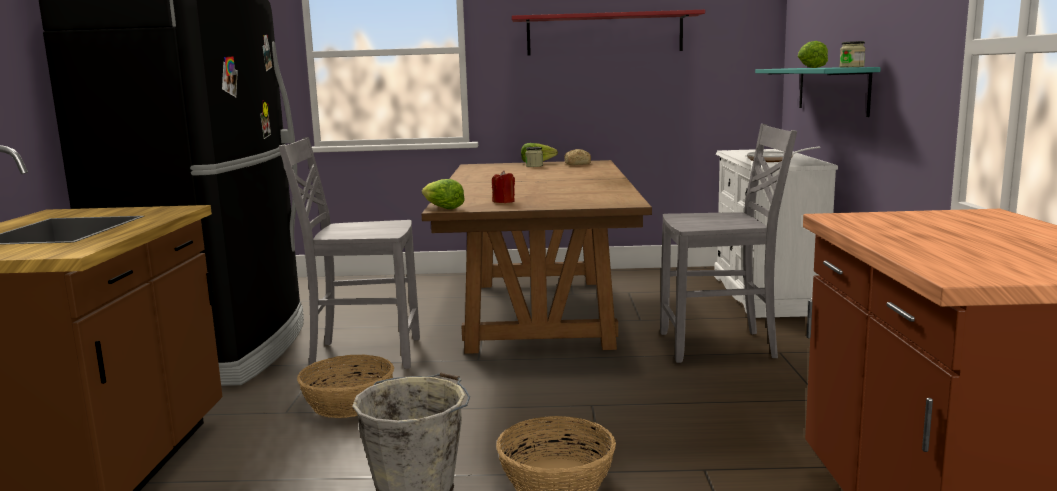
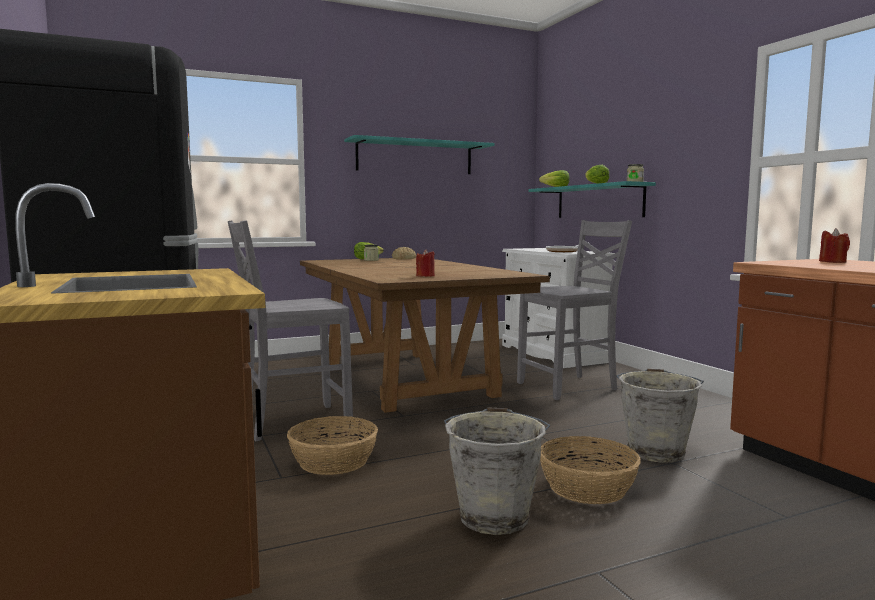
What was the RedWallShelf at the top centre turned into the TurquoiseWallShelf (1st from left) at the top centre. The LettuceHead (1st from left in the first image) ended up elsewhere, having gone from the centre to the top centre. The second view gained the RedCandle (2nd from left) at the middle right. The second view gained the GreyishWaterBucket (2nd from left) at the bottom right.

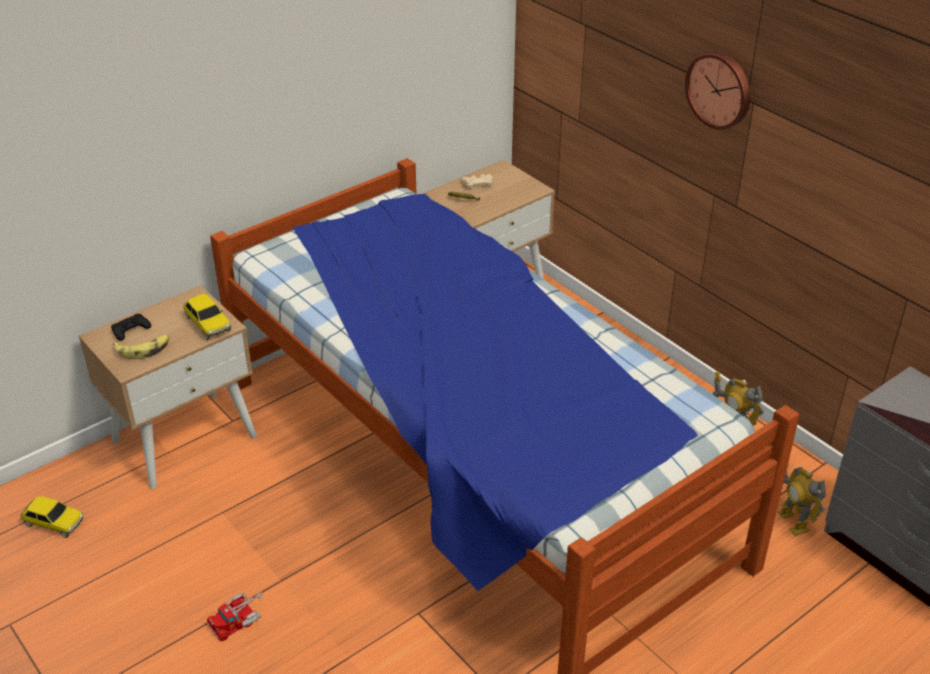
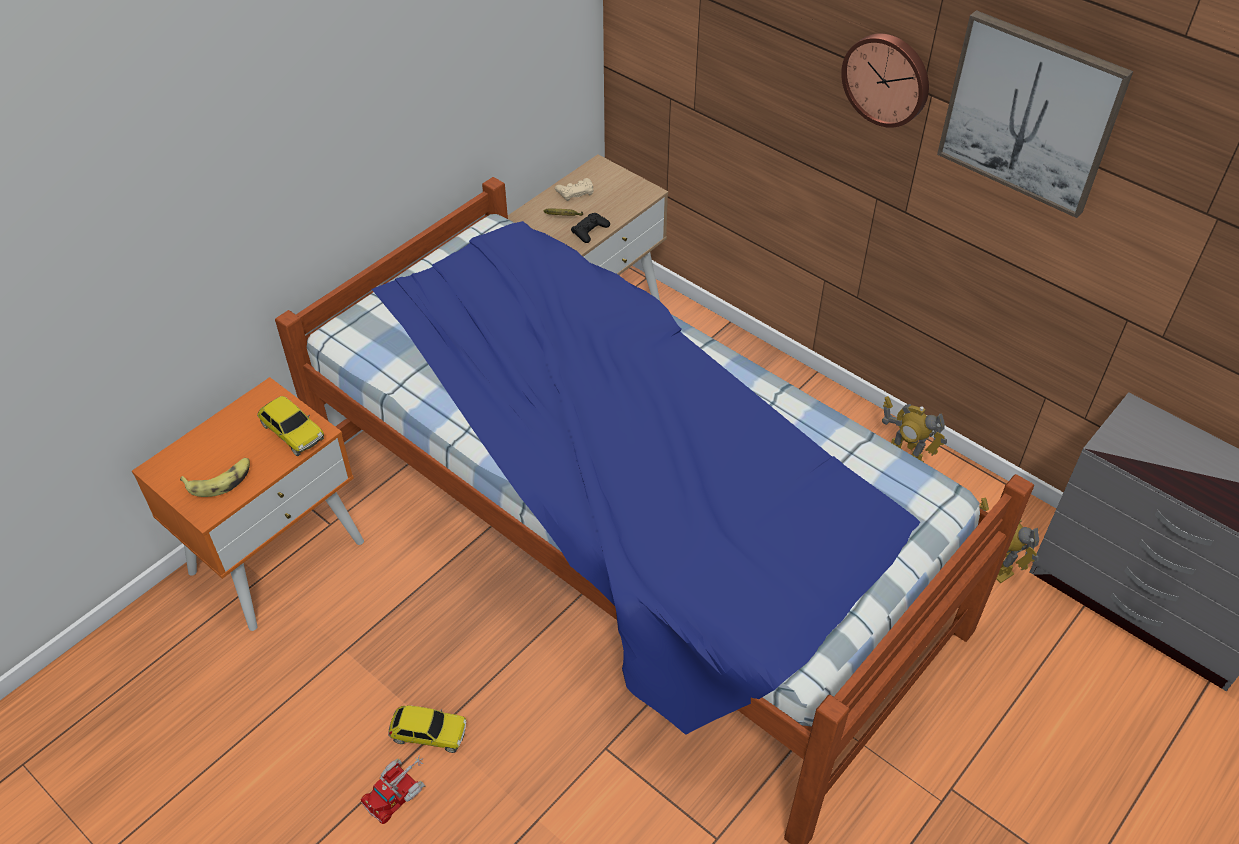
What was the BeigeColouredNightTable (1st from left) at the middle left turned into the OrangeNightTable at the middle left. The BlackGameController ended up elsewhere, having gone from the middle left to the top centre. The ToyCar (1st from left in the first image) ended up elsewhere, having gone from the bottom left to the bottom centre. The second view gained the WallArt at the top right.

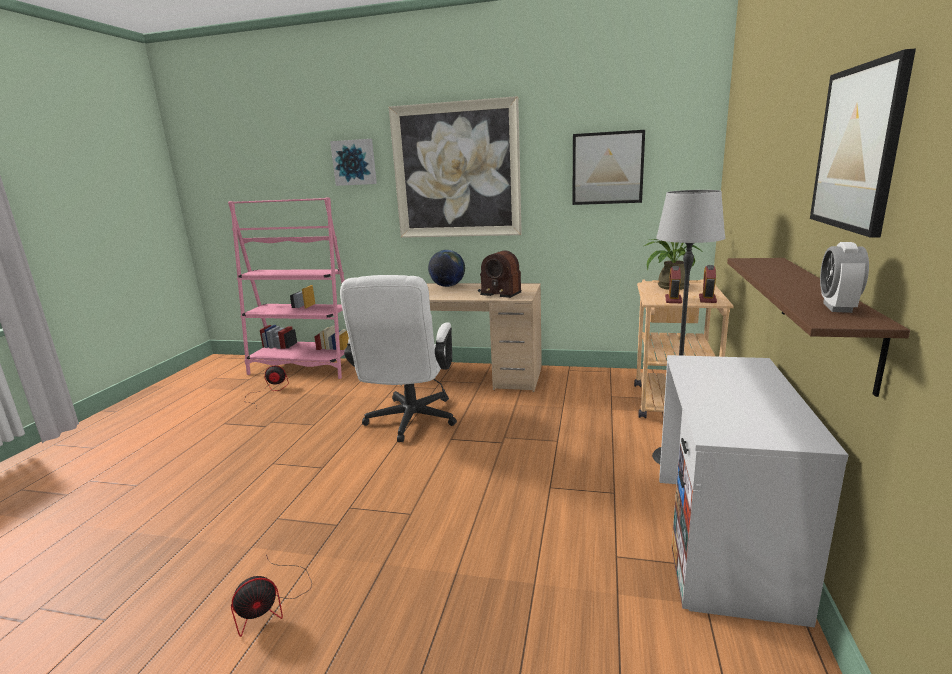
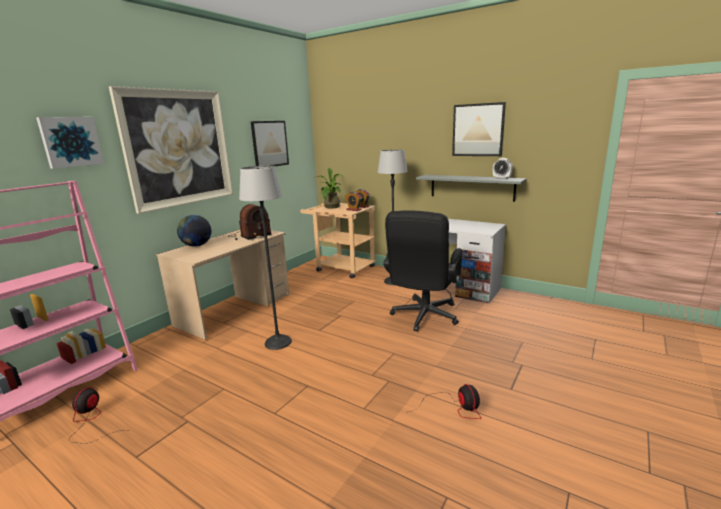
What was the BrownColouredWallShelf at the middle right turned into the GreyishWallShelf at the centre. Where the WhiteComputerChair stood at the centre, the FloorLamp (1st from left) came to stand at the centre. The second view gained the BlackComputerChair at the centre.

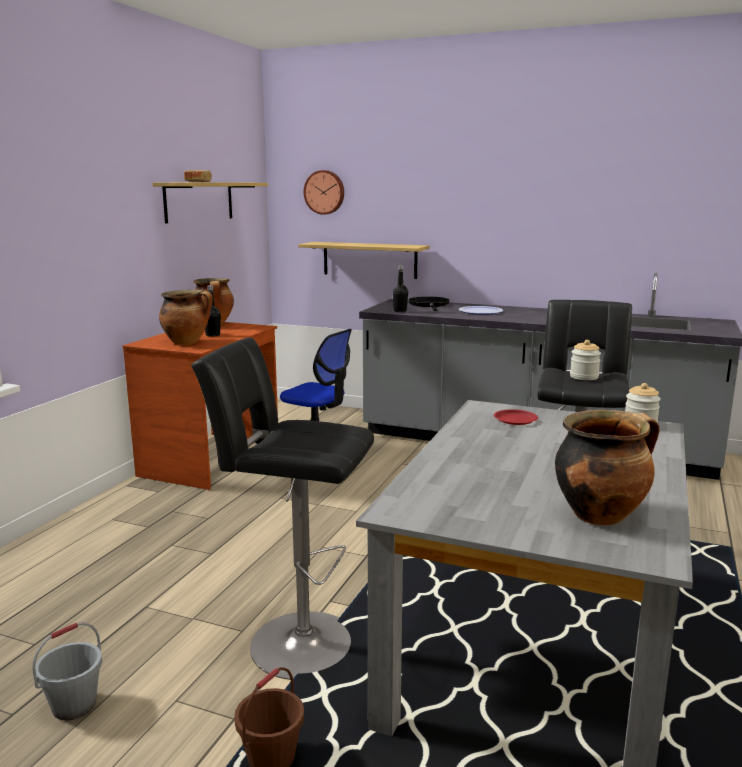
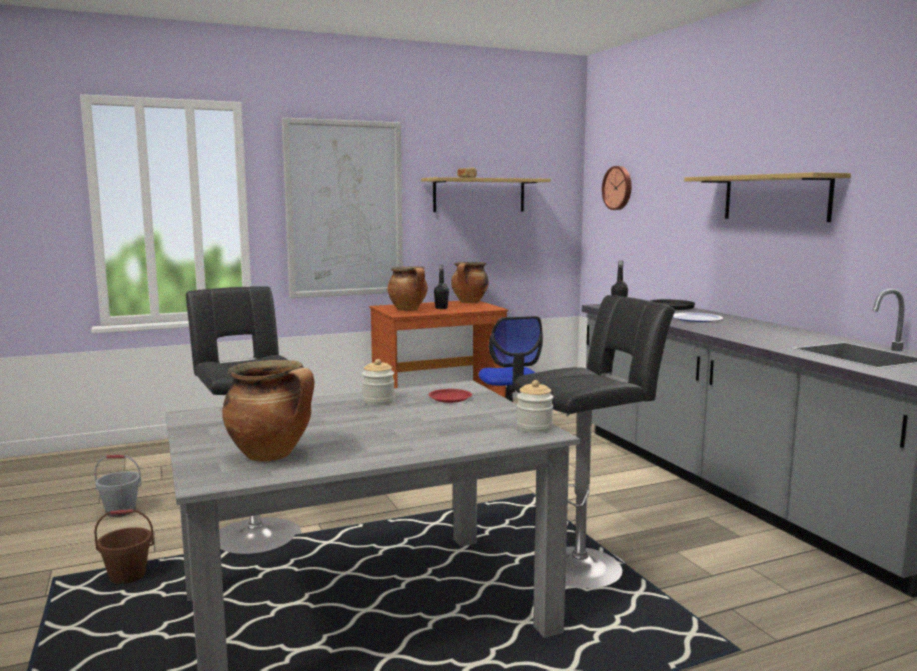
The WallShelf (2nd from left) ended up elsewhere, having gone from the centre to the top right. The StorageJar (1st from left) ended up elsewhere, having gone from the middle right to the centre. The second view gained the WallArt at the top centre.

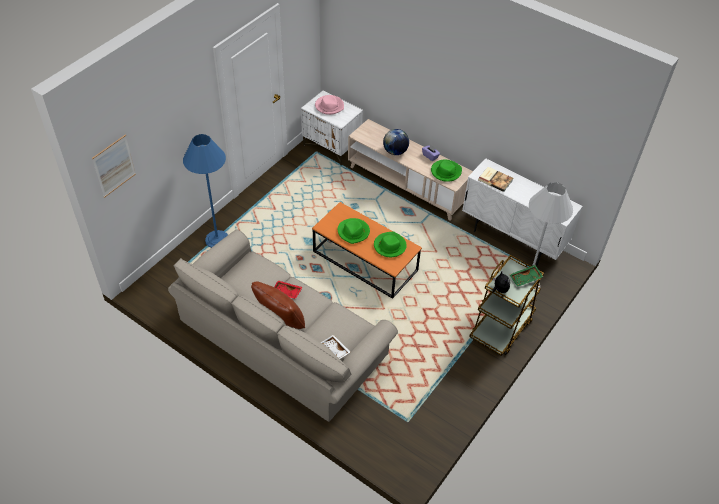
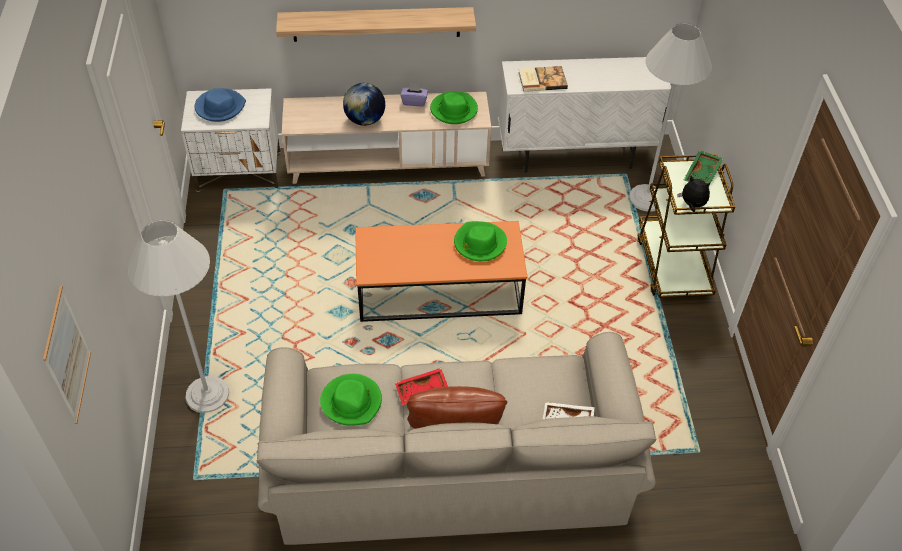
What was the PinkColouredClothingHat at the top centre turned into the BlueClothingHat at the top left. What was the BlueFloorLamp at the middle left turned into the WhiteFloorLamp (1st from left) at the middle left. The GreenColouredClothingHat (1st from left) ended up elsewhere, having gone from the centre to the bottom centre. The second view gained the WallShelf at the top centre.

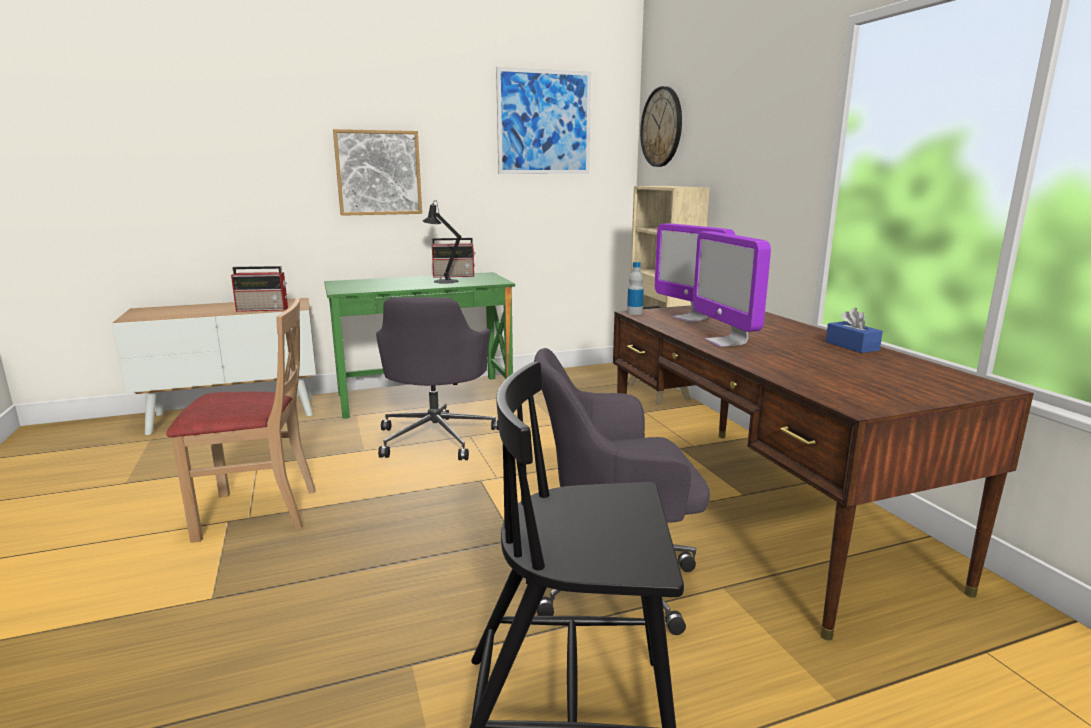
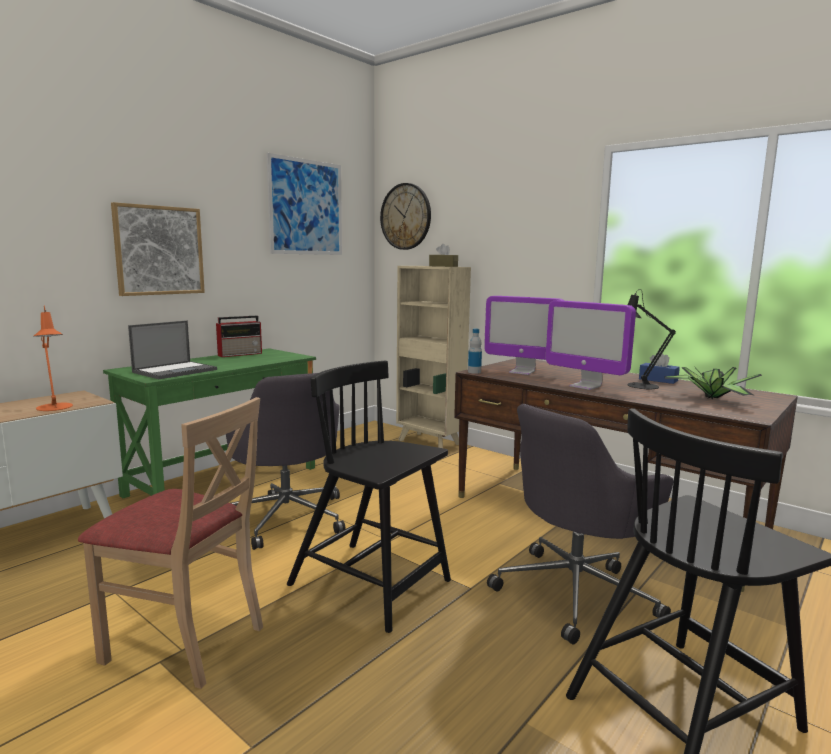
The BlackTabletopLamp ended up elsewhere, having gone from the top centre to the middle right. Where the RadioReceiver (1st from left) stood at the middle left, the OrangeTabletopLamp came to stand at the middle left. The BeigeColouredUprightChair at the middle left ended up facing another way, 60 degrees clockwise from before. The second view gained the BrownColouredBoxOfTissues at the centre. The second view gained the Laptop at the middle left. The second view gained the BlackUprightChair (1st from left) at the centre. The second view gained the PottedPlant at the middle right.

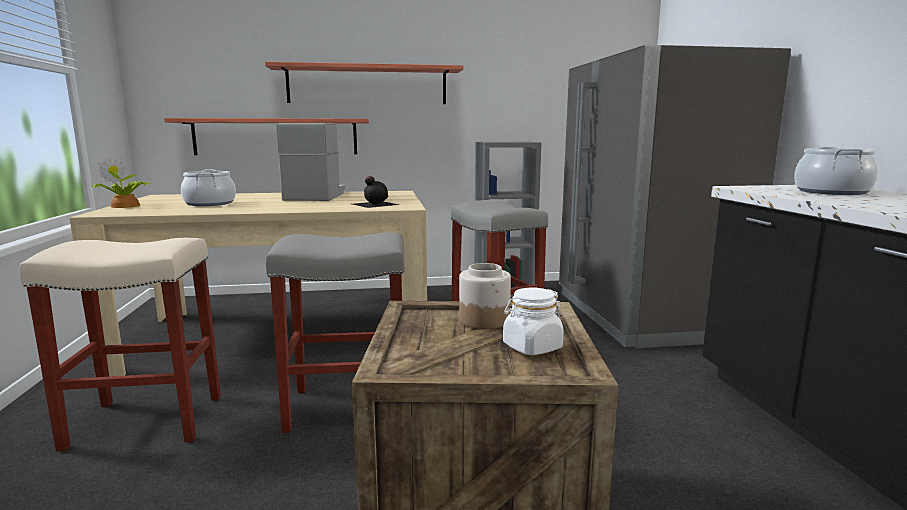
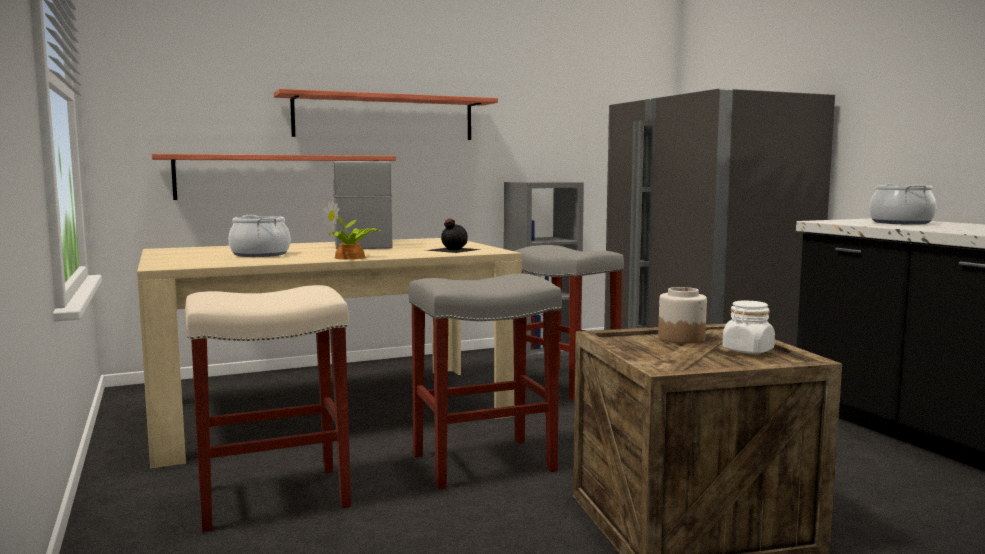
The PottedPlant ended up elsewhere, having gone from the middle left to the centre.

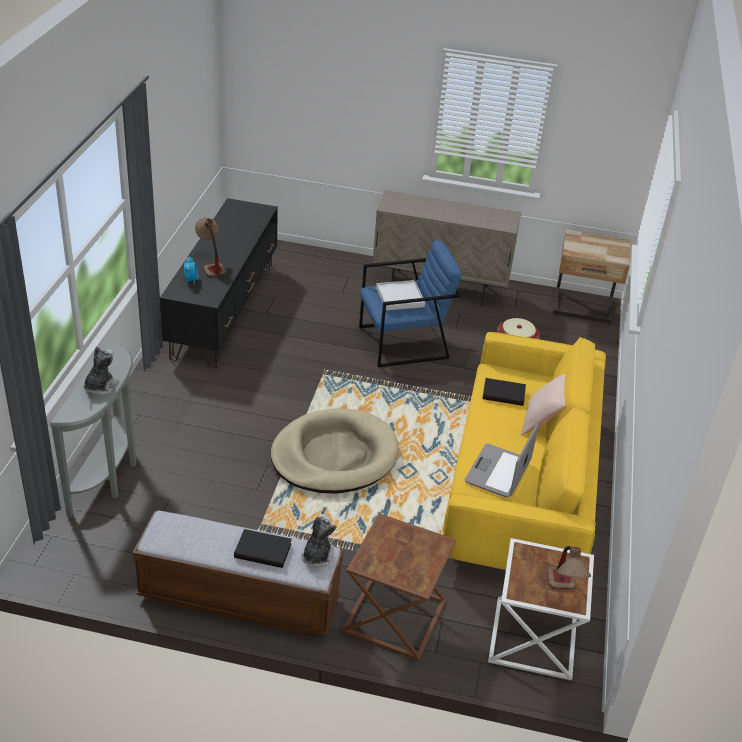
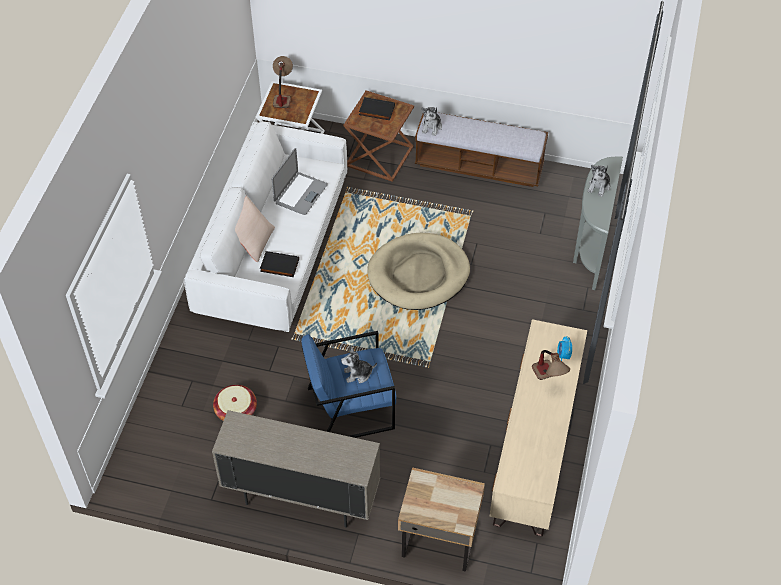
What was the BlackMediaConsole at the middle left turned into the BeigeColouredMediaConsole at the bottom right. The BeigeColouredNightTable ended up elsewhere, having gone from the middle right to the bottom centre. Where the WhiteServingTray stood at the centre, the SoftToy (1st from left) came to stand at the centre. What was the YellowColouredCouch at the middle right turned into the WhiteCouch at the centre. The BlackBook (1st from left in the first image) ended up elsewhere, having gone from the bottom centre to the top centre.

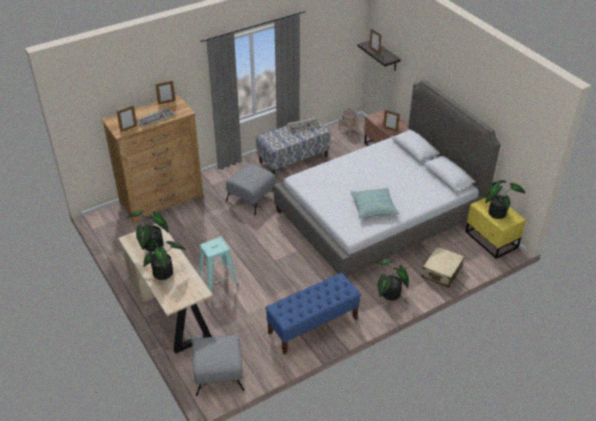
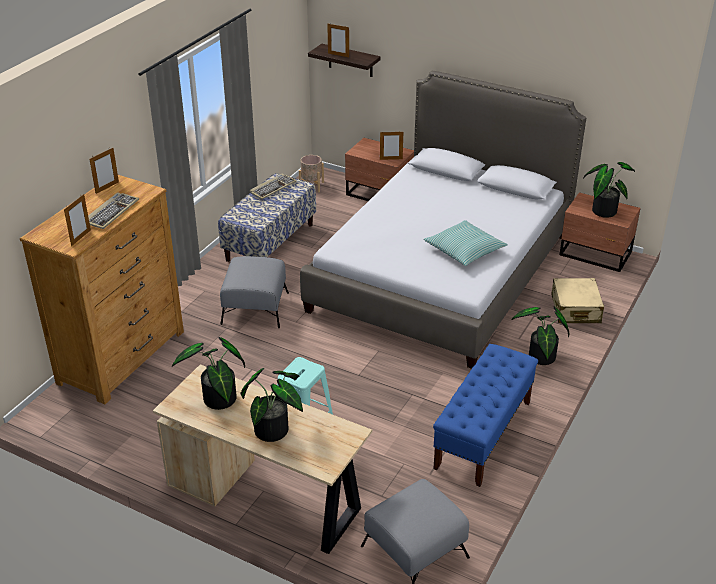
What was the YellowColouredNightTable at the middle right turned into the BrownColouredNightTable (2nd from left) at the middle right.

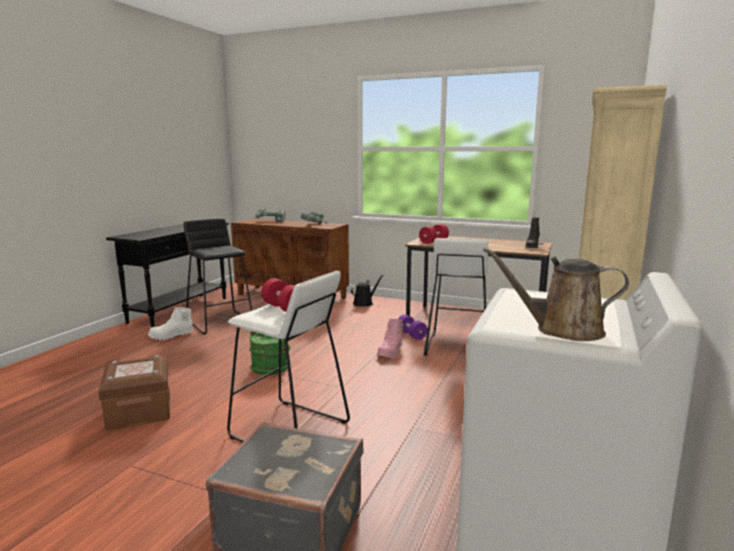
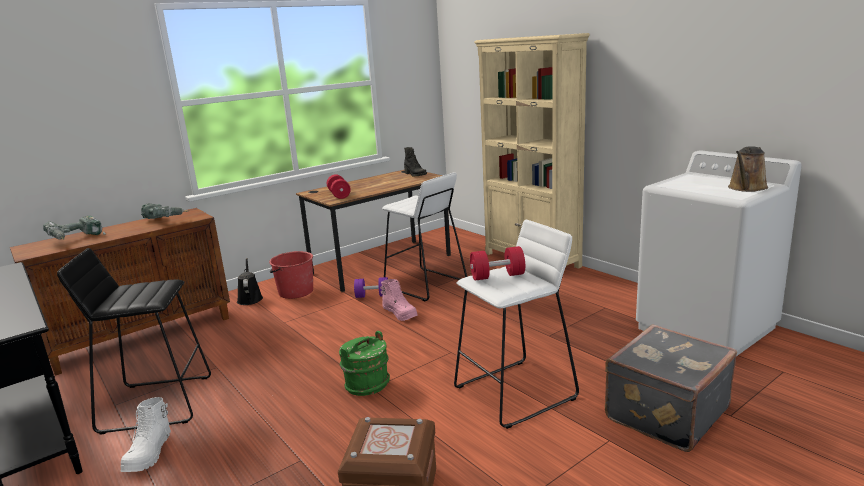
The second view gained the RedWaterBucket at the centre.

